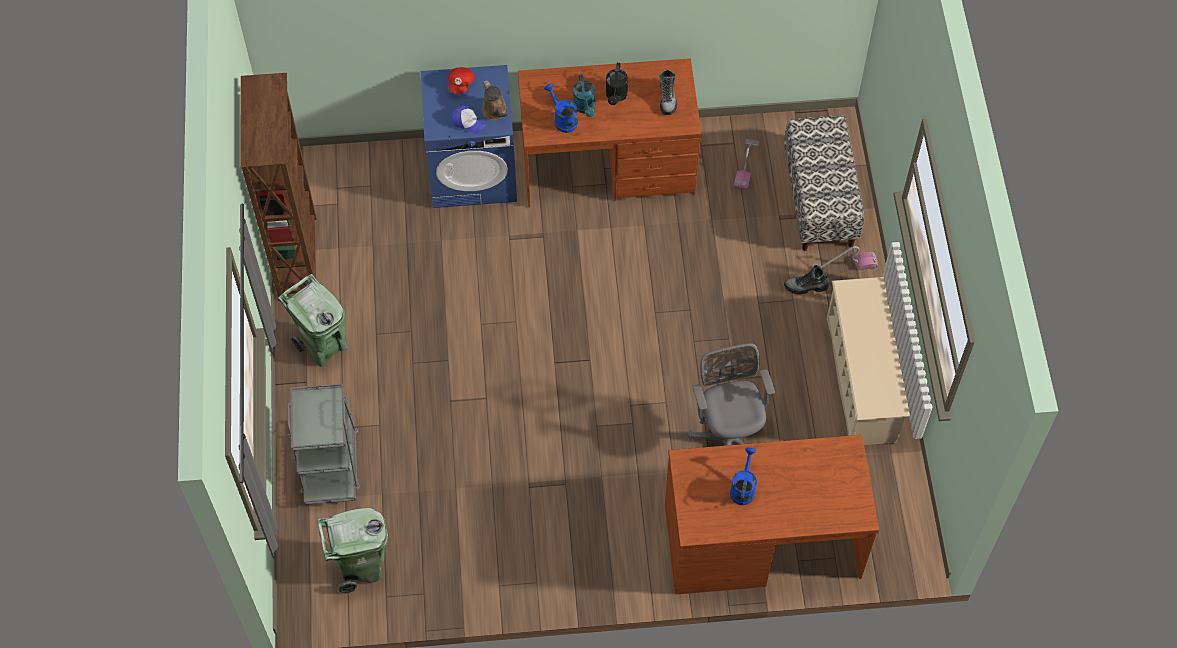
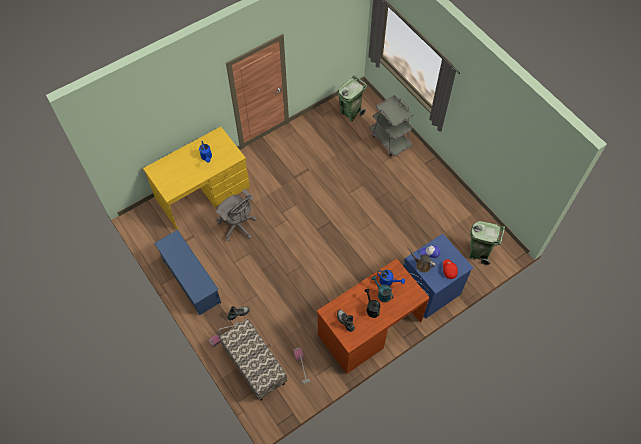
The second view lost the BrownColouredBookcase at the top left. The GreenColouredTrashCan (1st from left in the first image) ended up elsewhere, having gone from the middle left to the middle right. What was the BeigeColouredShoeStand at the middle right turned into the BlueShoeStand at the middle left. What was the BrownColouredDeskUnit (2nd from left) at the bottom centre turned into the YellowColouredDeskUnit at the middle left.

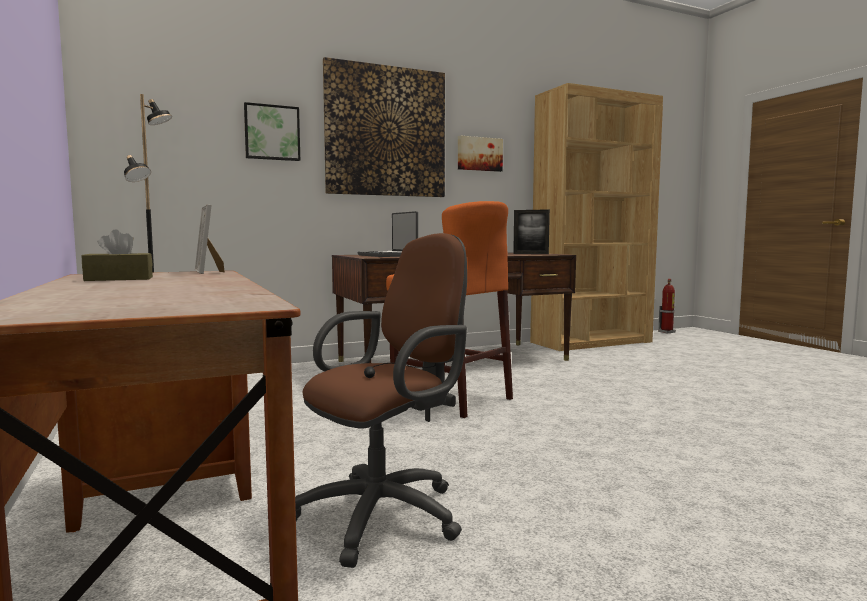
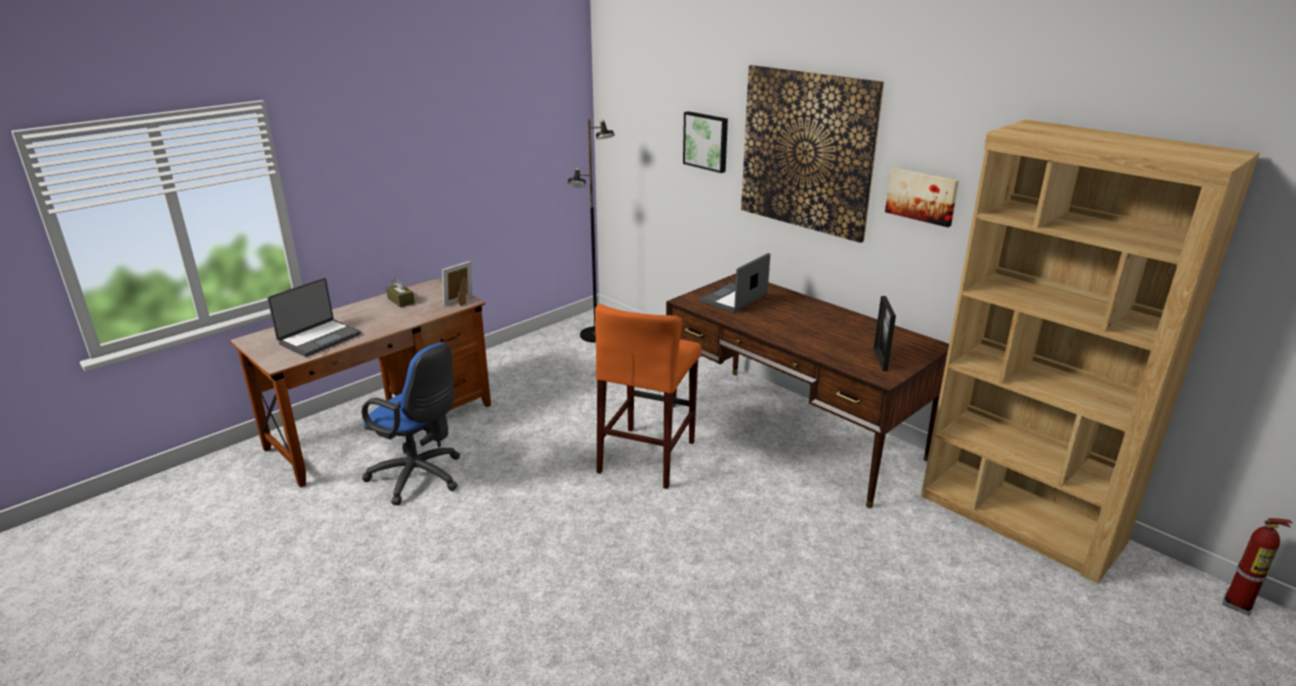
What was the BrownColouredComputerChair at the centre turned into the BlueComputerChair at the middle left. The second view gained the Laptop (1st from left) at the middle left.

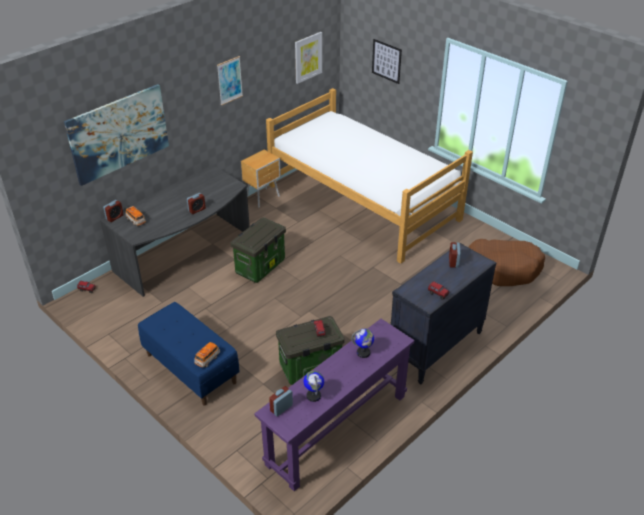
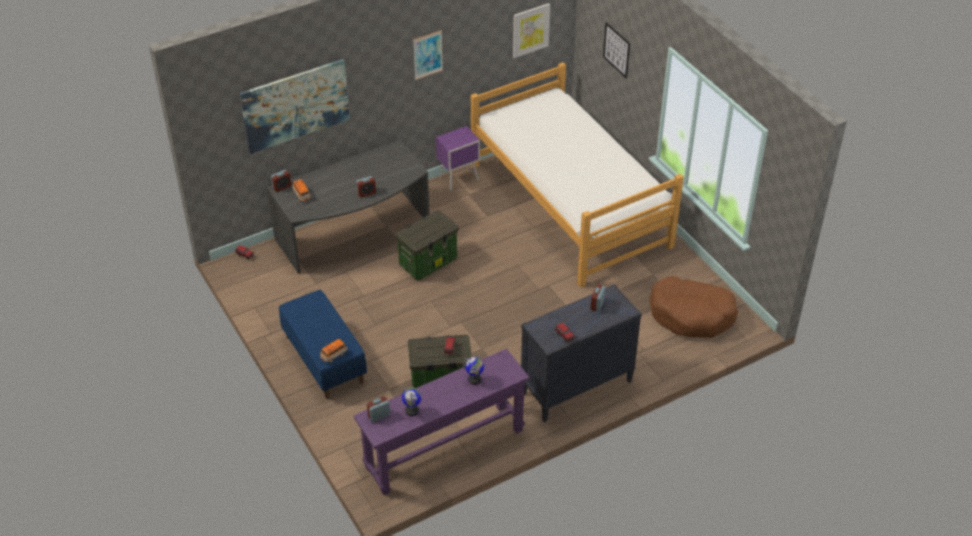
What was the BrownColouredNightTable at the centre turned into the PurpleColouredNightTable at the top centre.

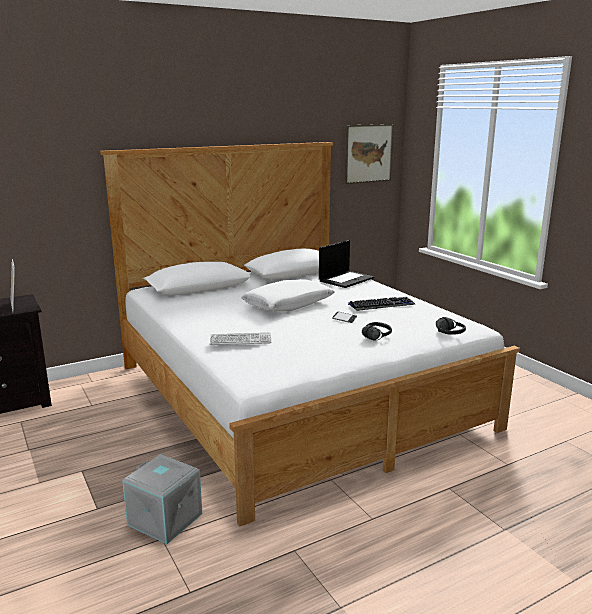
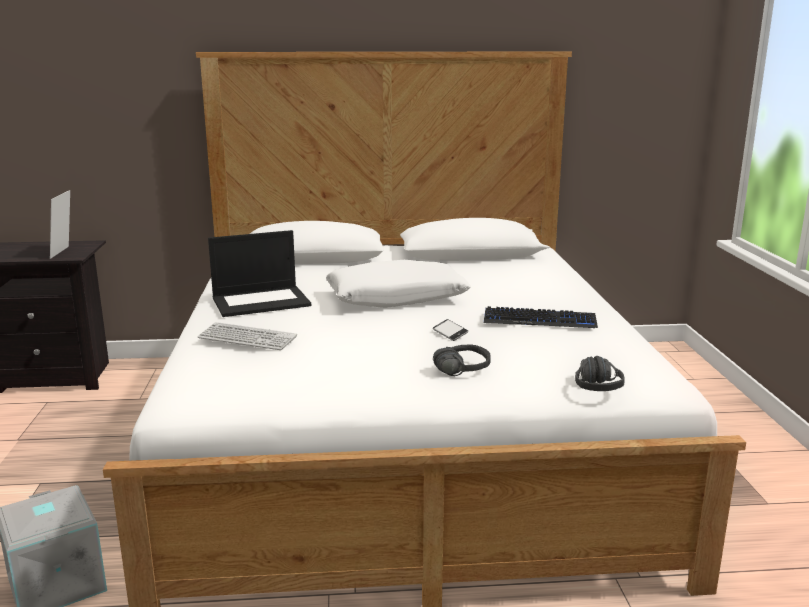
The second view lost the WallArt at the top centre. The Laptop ended up elsewhere, having gone from the centre to the middle left.

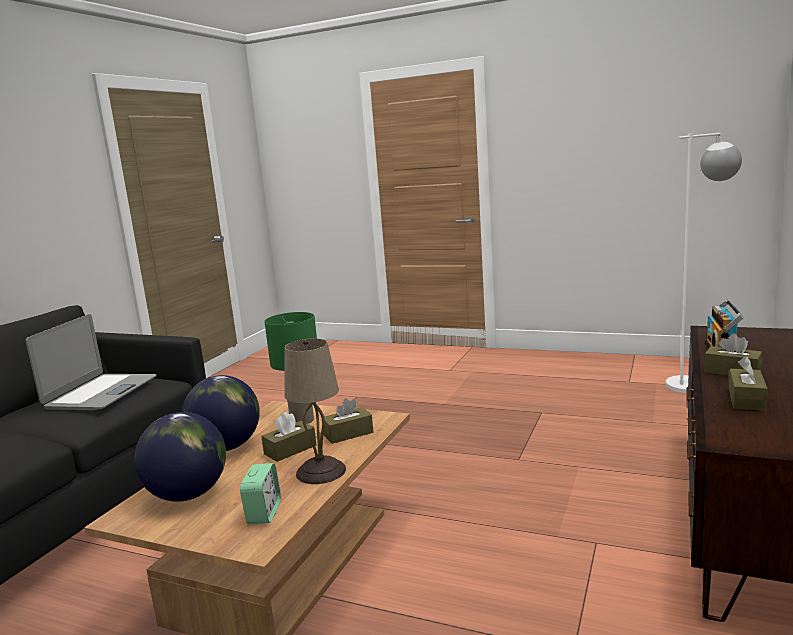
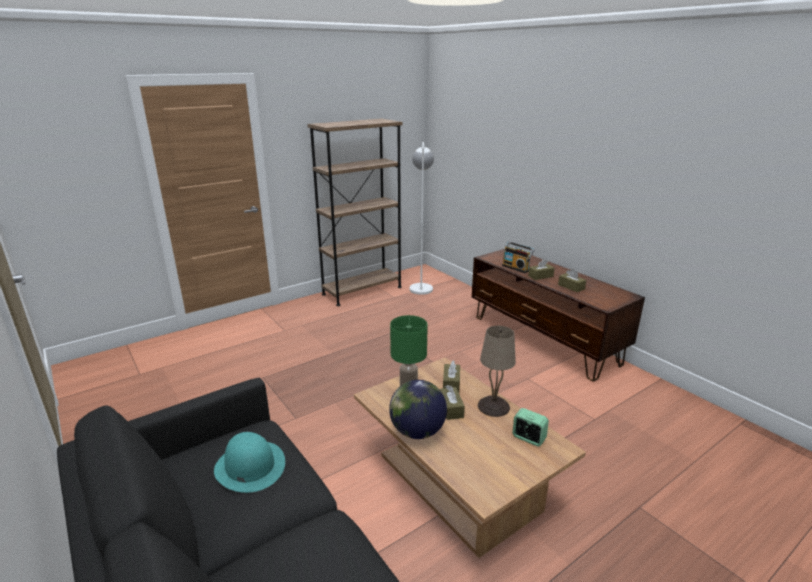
Where the Laptop stood at the middle left, the TurquoiseClothingHat came to stand at the bottom left. The second view lost the Globe (1st from left) at the bottom left. The second view gained the BrownColouredBookcase at the centre.

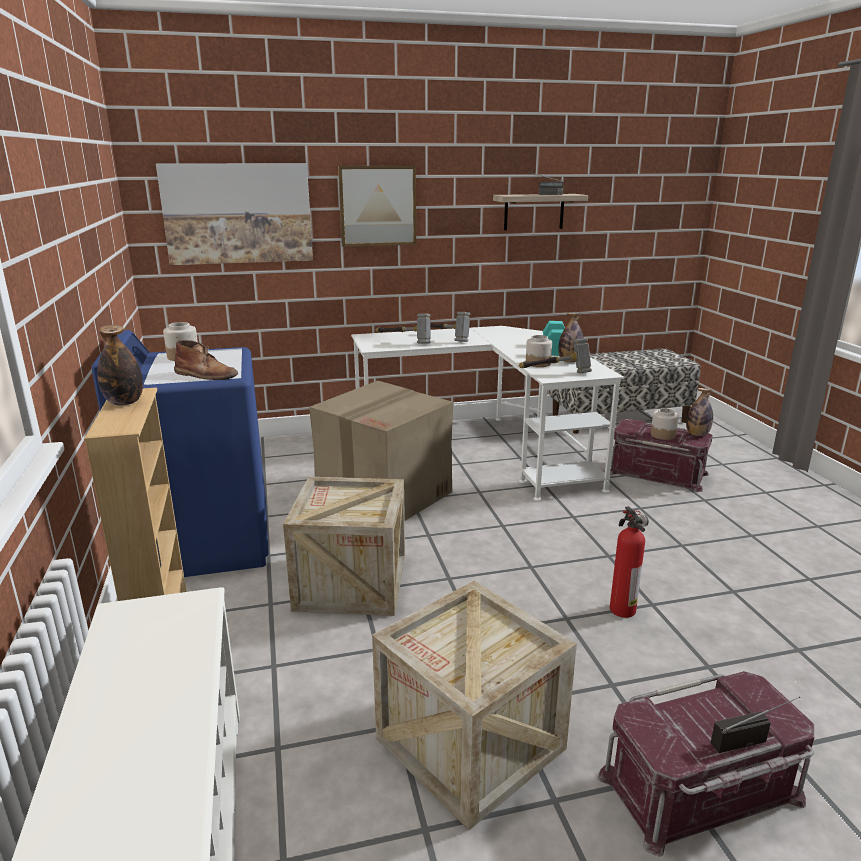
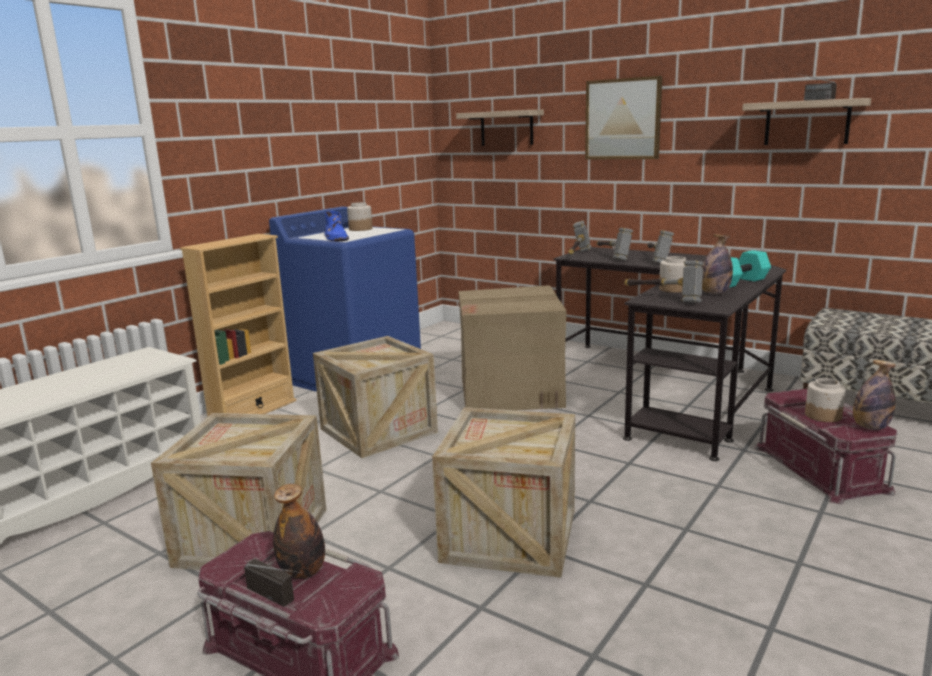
Where the WallArt (1st from left) hung at the top left, the WallShelf (1st from left) came to hang at the top centre. The BeverageBottle (1st from left) ended up elsewhere, having gone from the middle left to the bottom left. What was the WhiteDeskUnit at the centre turned into the BlackDeskUnit at the middle right. What was the BrownColouredBoot at the middle left turned into the BlueBoot at the centre. Where the Extinguisher stood at the middle right, the ShippingCrate (3rd from left) came to stand at the bottom centre. The second view gained the Hammer (1st from left) at the centre.

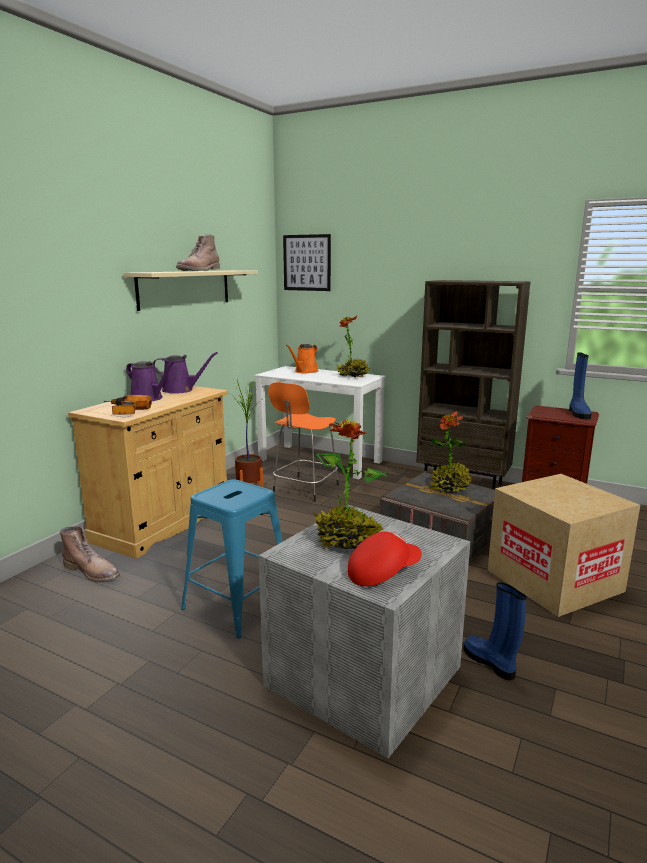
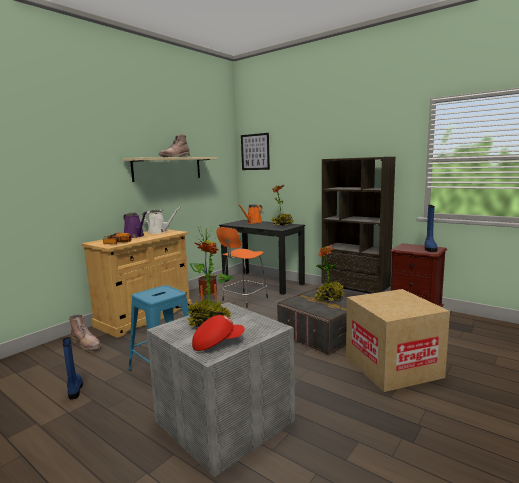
What was the PurpleColouredWateringCan (2nd from left) at the middle left turned into the WhiteWateringCan at the middle left. What was the WhiteDeskUnit at the centre turned into the BlackDeskUnit at the centre. The BlueBoot (1st from left) ended up elsewhere, having gone from the bottom right to the bottom left.

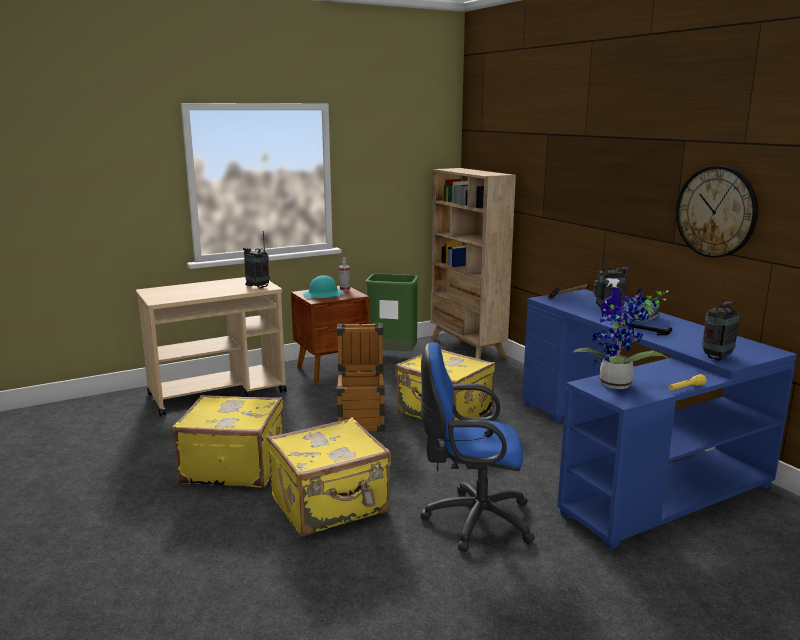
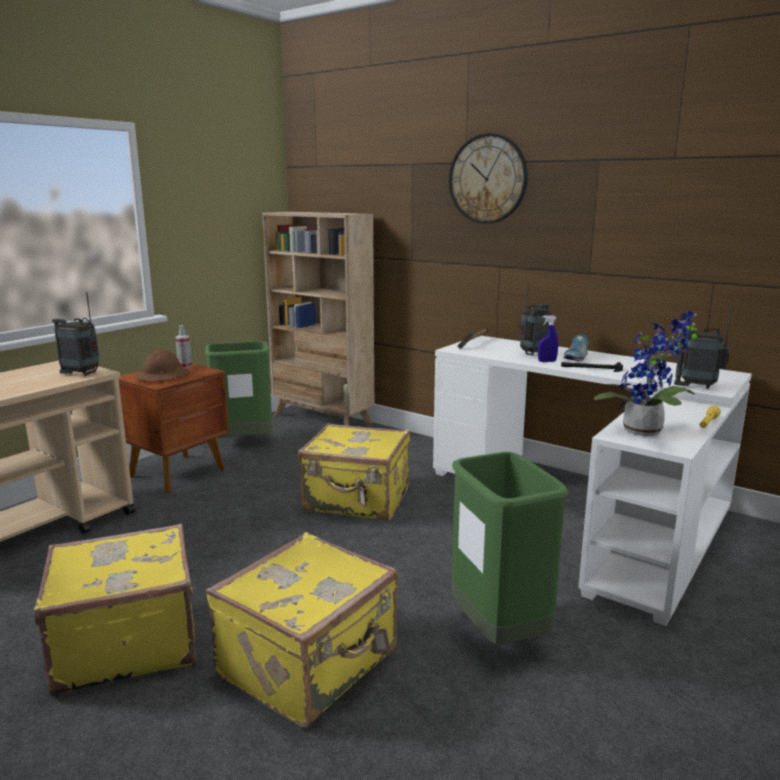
The HangingClock ended up elsewhere, having gone from the top right to the top centre. What was the TurquoiseHardHat at the centre turned into the BrownColouredHardHat at the middle left. The RadioReceiver (3rd from left) at the middle right ended up facing another way, 90 degrees counterclockwise from before. What was the BlueDeskUnit at the middle right turned into the WhiteDeskUnit at the middle right. The second view lost the ShippingCrate at the centre. Where the BlueComputerChair stood at the bottom centre, the GreenColouredTrashCan (2nd from left) came to stand at the bottom centre.

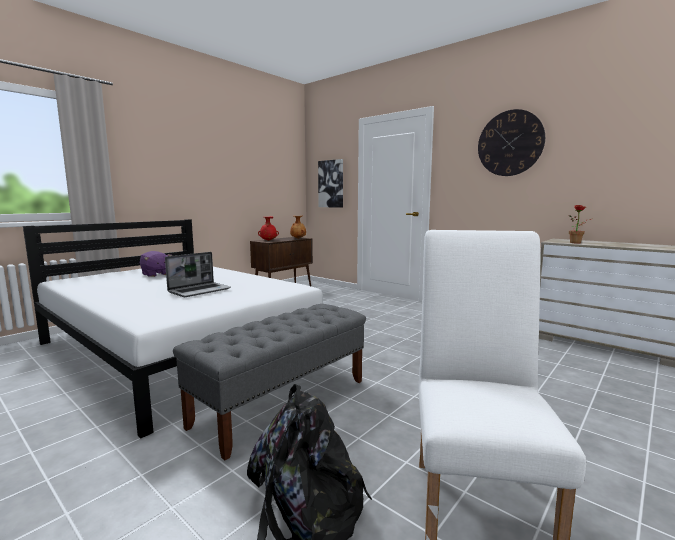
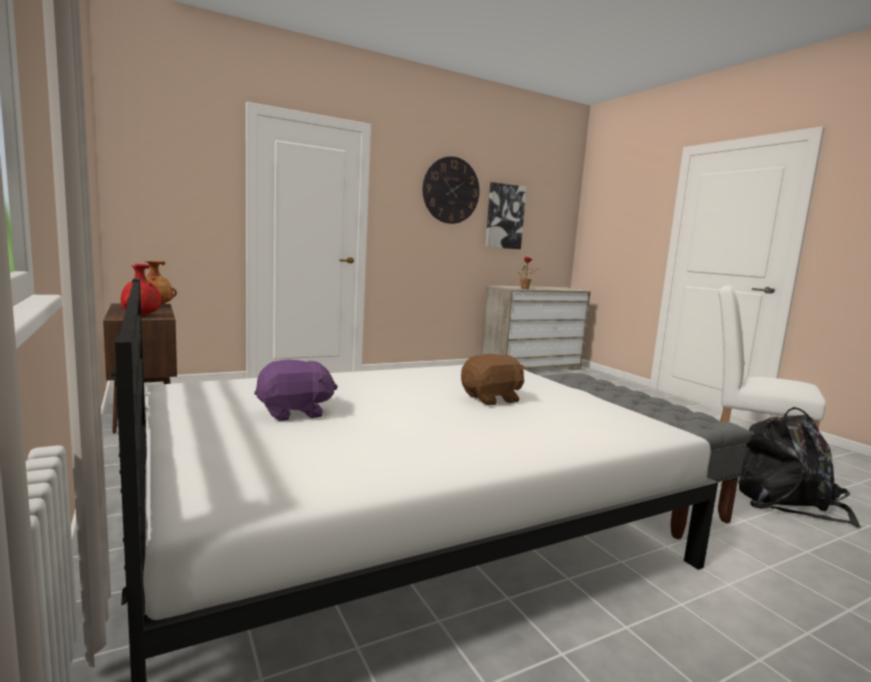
The WallArt ended up elsewhere, having gone from the centre to the top centre. Where the Laptop stood at the middle left, the BrownColouredSoftToy came to stand at the centre.

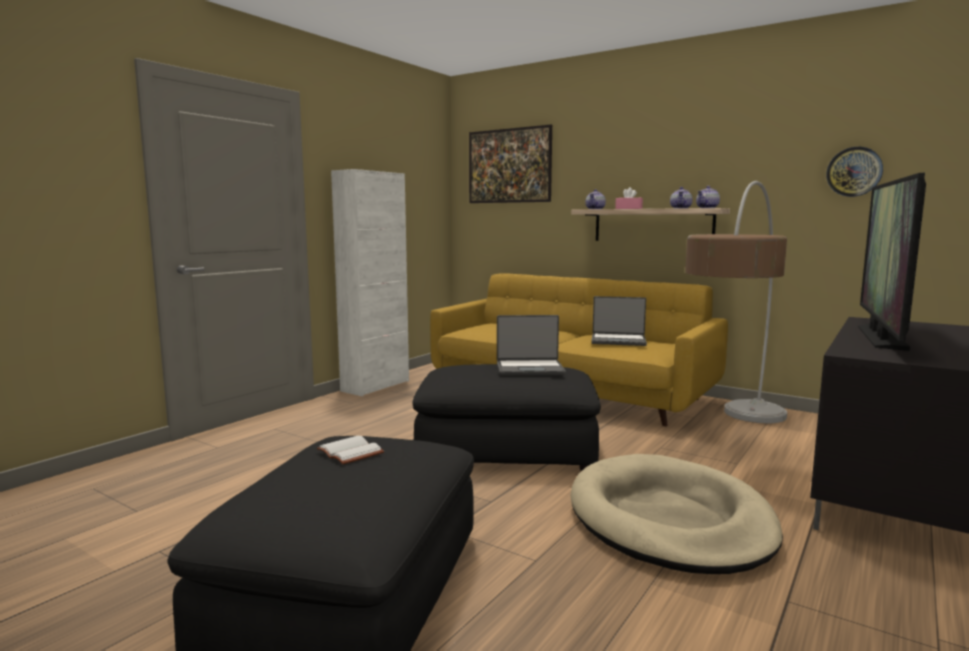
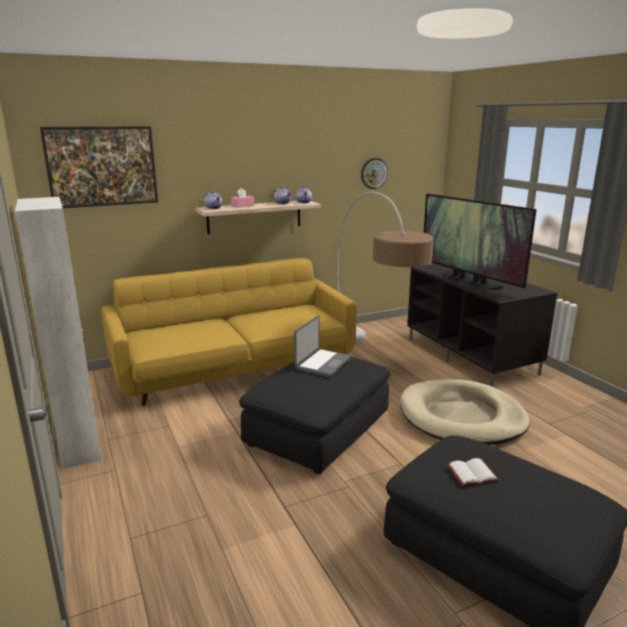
The second view lost the Laptop (2nd from left) at the centre.

